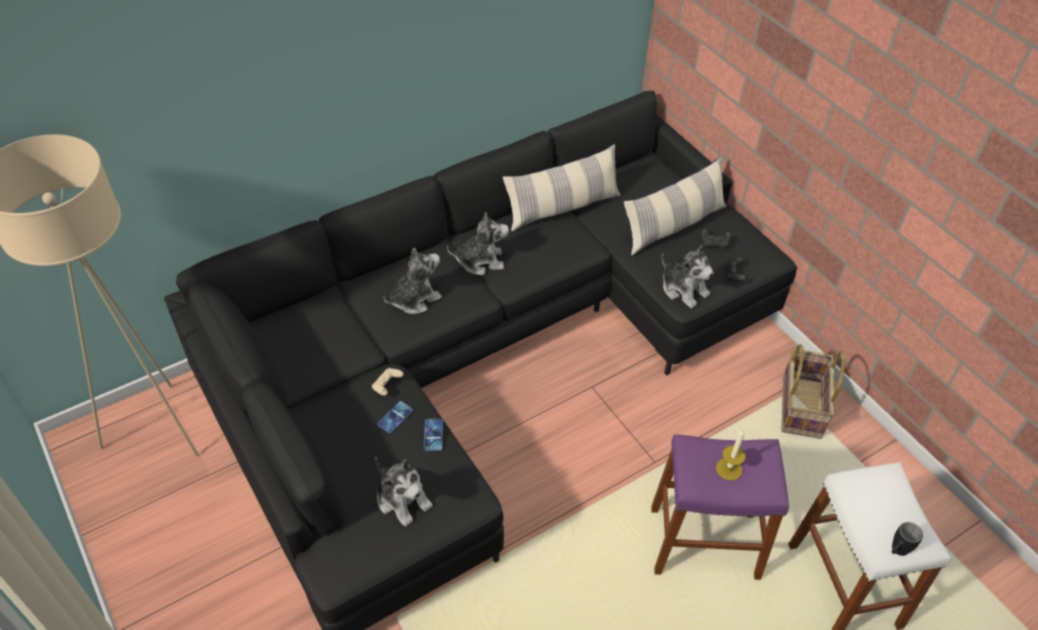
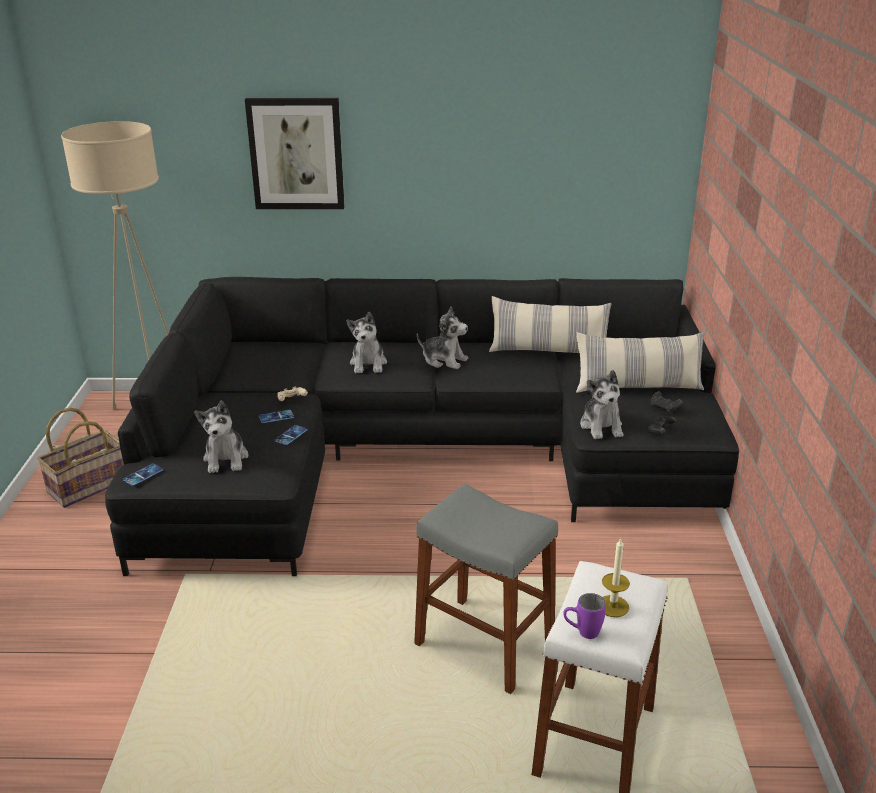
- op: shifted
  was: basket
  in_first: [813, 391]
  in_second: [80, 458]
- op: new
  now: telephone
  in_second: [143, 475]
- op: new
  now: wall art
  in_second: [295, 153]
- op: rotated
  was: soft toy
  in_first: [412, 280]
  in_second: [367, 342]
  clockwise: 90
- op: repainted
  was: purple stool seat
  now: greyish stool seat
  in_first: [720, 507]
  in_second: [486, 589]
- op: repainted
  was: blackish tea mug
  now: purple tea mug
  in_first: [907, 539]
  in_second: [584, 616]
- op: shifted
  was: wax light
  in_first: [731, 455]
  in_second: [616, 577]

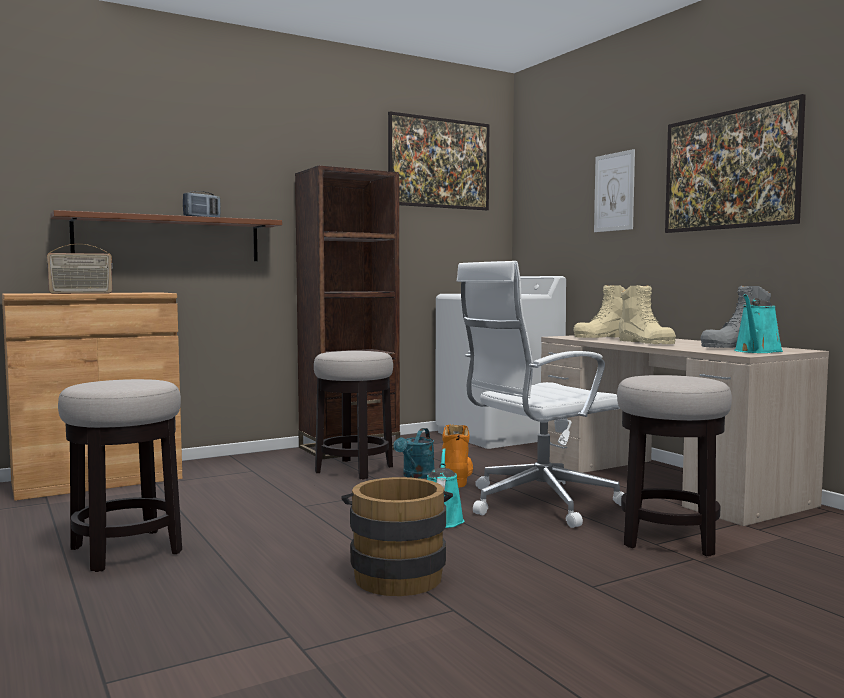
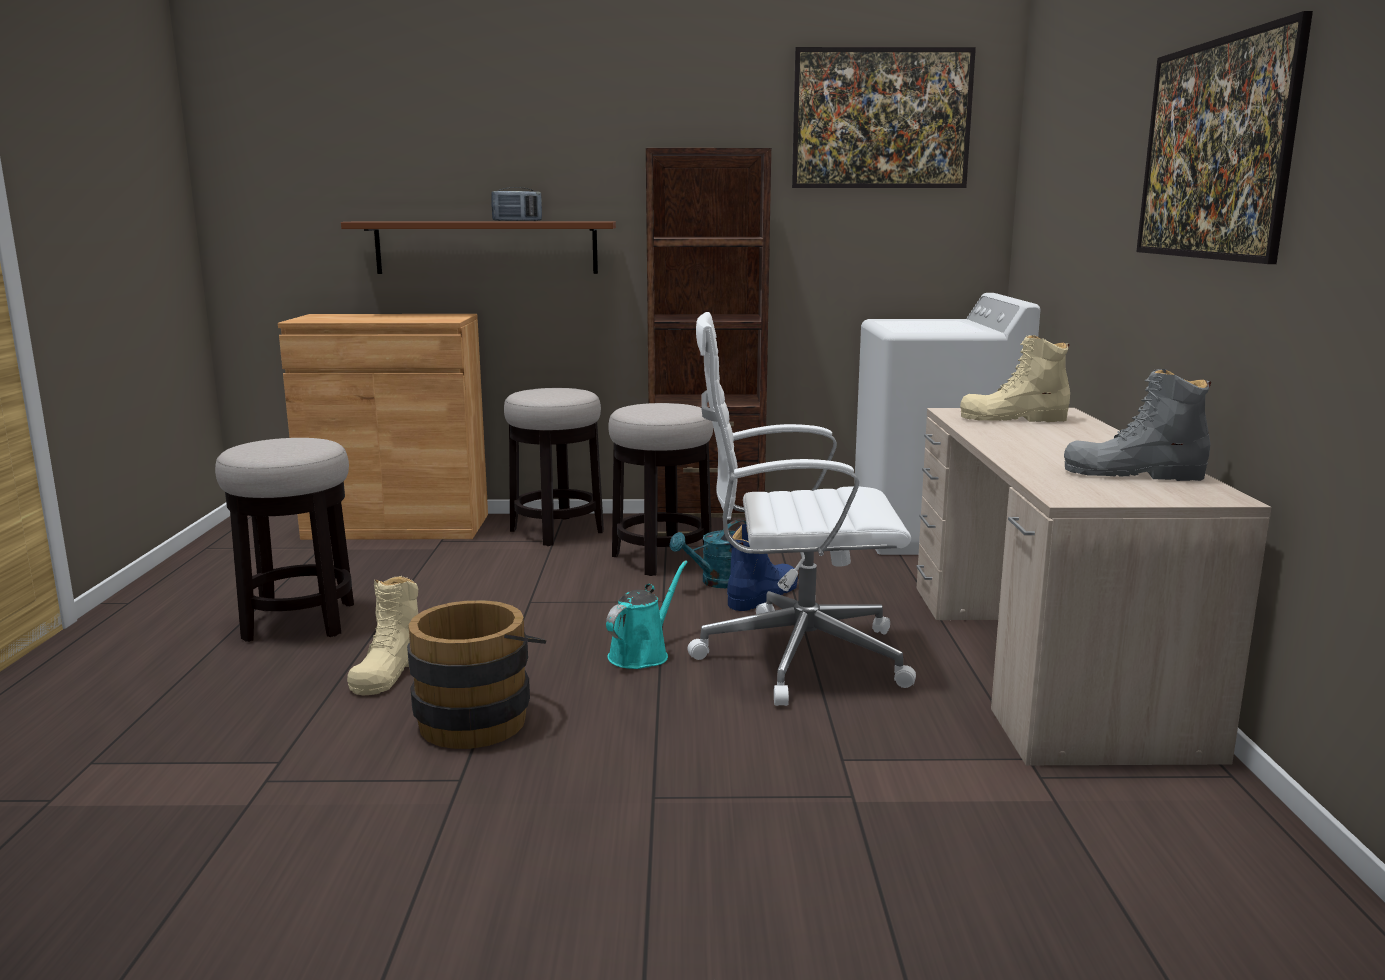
- op: shifted
  was: beige-coloured boot
  in_first: [647, 314]
  in_second: [382, 635]
- op: shifted
  was: stool seat
  in_first: [674, 465]
  in_second: [554, 467]
- op: repainted
  was: orangey boot
  now: blue-coloured boot
  in_first: [457, 456]
  in_second: [762, 567]
- op: gone
  was: radio set
  in_first: [80, 269]
- op: gone
  was: wall art
  in_first: [614, 190]
- op: gone
  was: turquoise watering pot
  in_first: [758, 323]

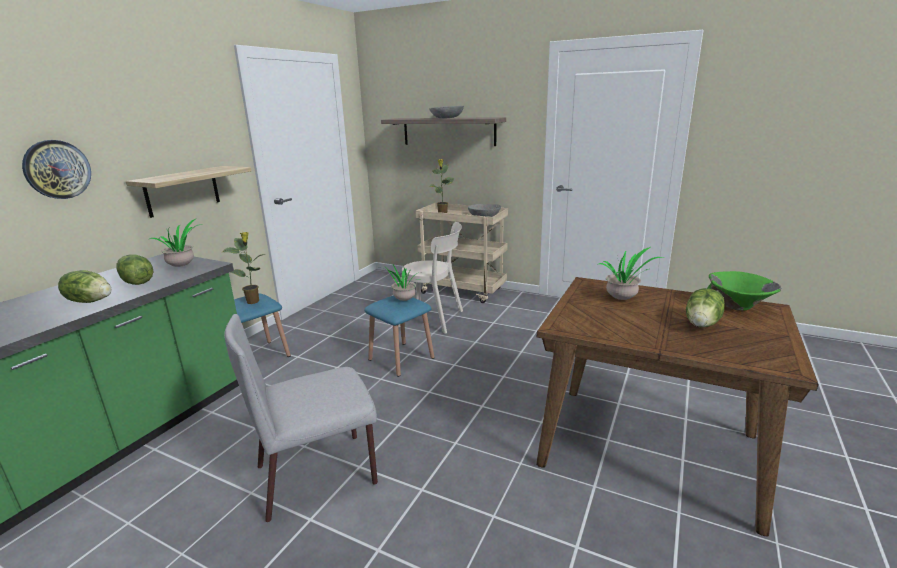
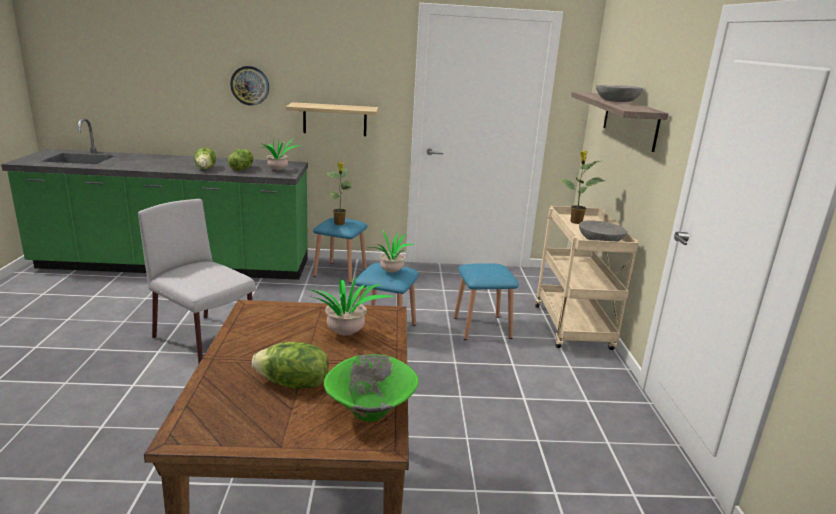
- op: swapped
  was: beige-coloured upright chair
  now: blue-coloured stool seat
  in_first: [430, 278]
  in_second: [486, 301]

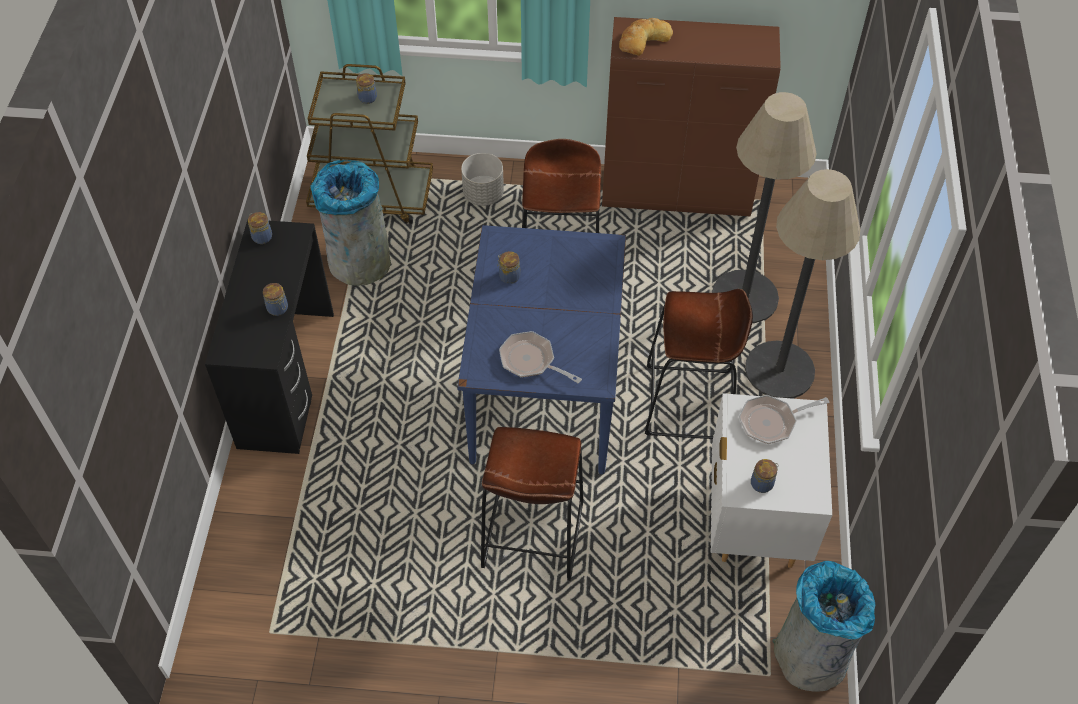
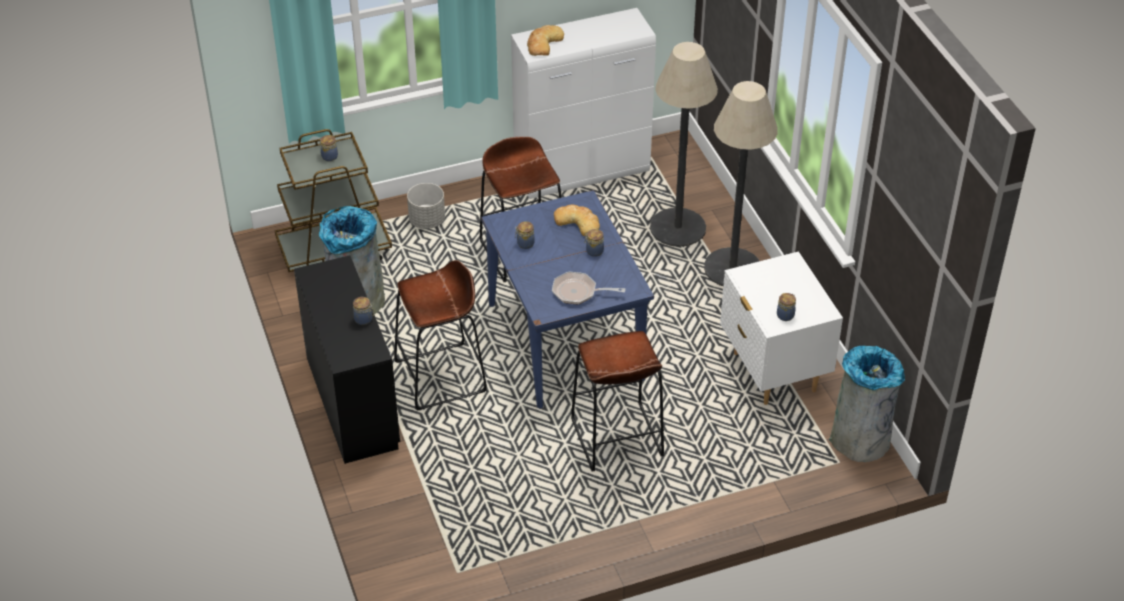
- op: shifted
  was: brown-coloured stool seat
  in_first: [699, 364]
  in_second: [440, 335]
- op: repainted
  was: brown-coloured cabinet
  now: white-coloured cabinet
  in_first: [691, 116]
  in_second: [583, 103]
- op: new
  now: bakery bread
  in_second: [577, 220]
- op: shifted
  was: storage jar
  in_first: [260, 228]
  in_second: [594, 243]
- op: gone
  was: skillet
  in_first: [784, 419]

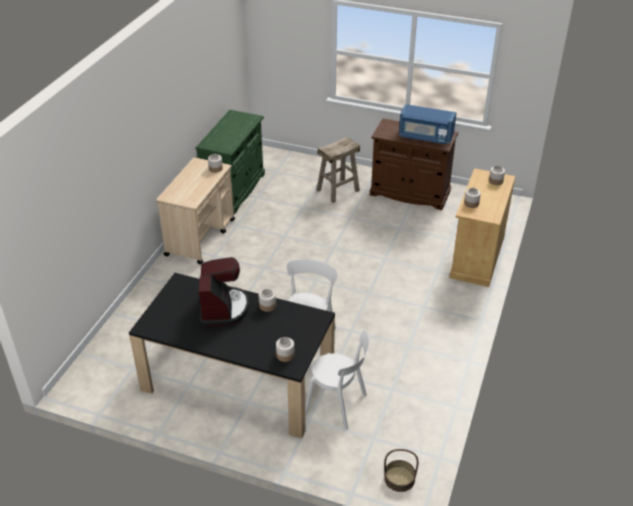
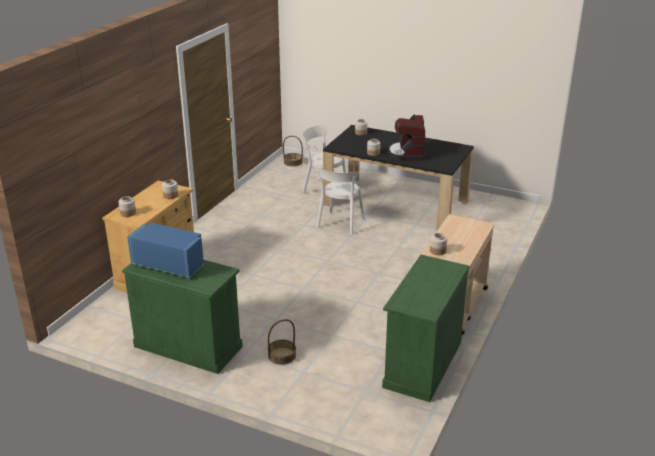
- op: repainted
  was: brown-coloured cabinet
  now: green cabinet
  in_first: [414, 164]
  in_second: [182, 317]
- op: swapped
  was: beige-coloured stool seat
  now: basket
  in_first: [338, 169]
  in_second: [282, 342]

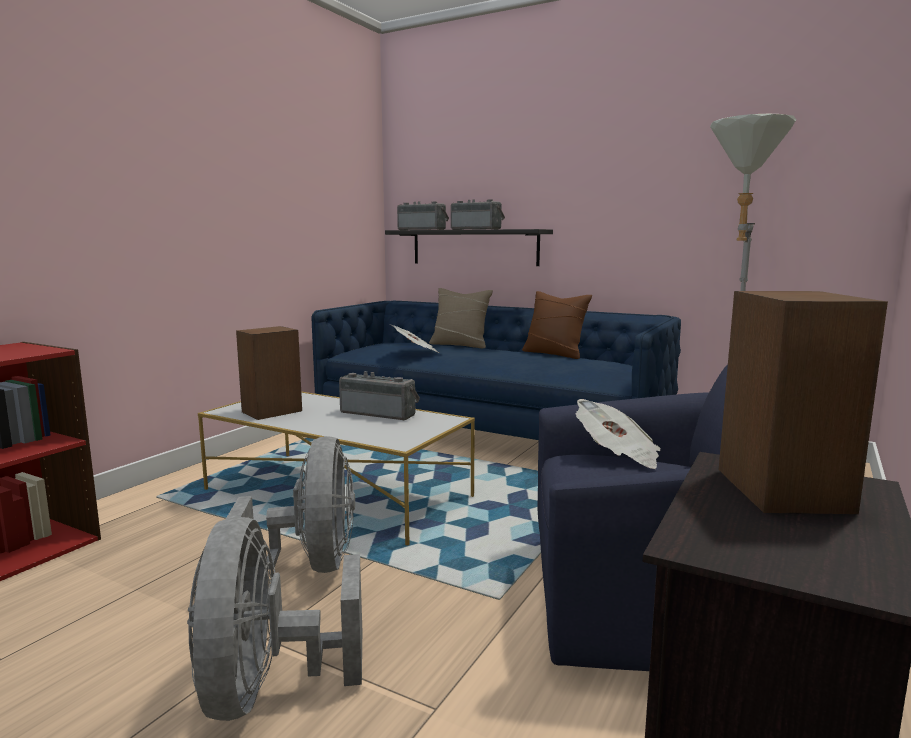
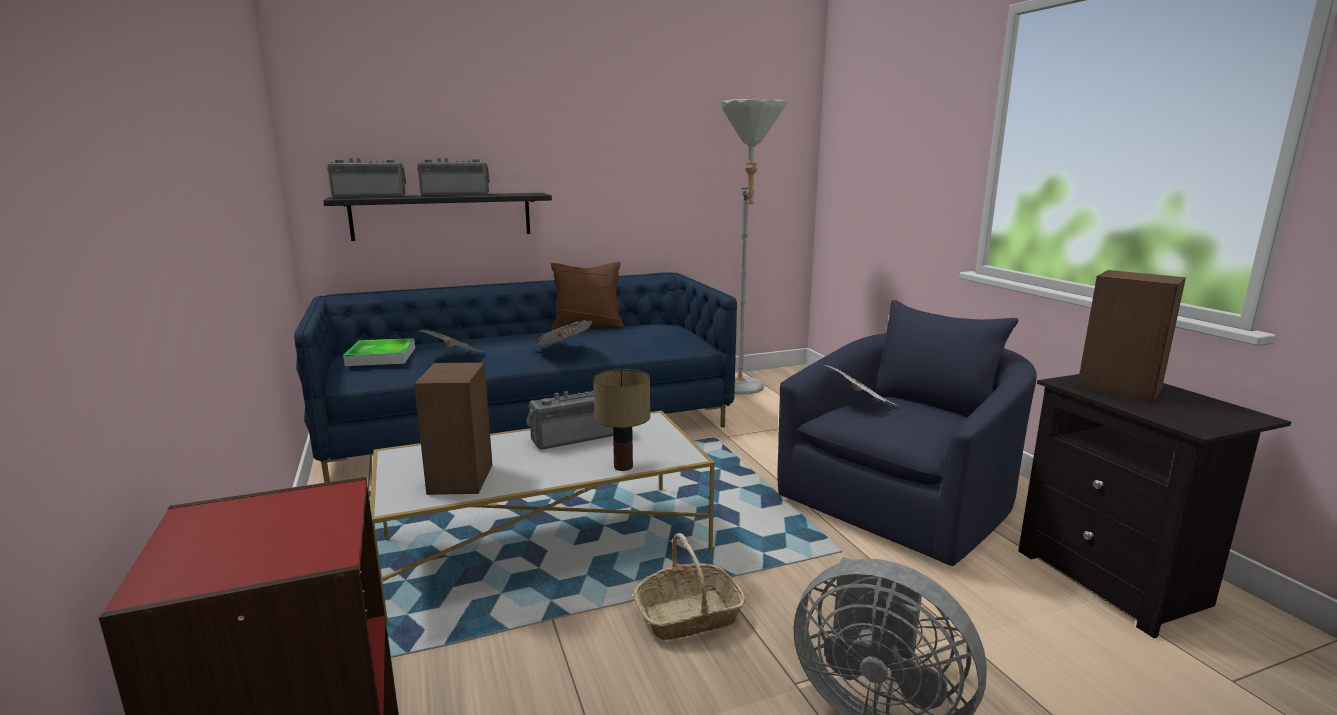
- op: new
  now: carrying tray
  in_second: [379, 352]
- op: new
  now: newspaper
  in_second: [563, 332]
- op: new
  now: lamp for a table
  in_second: [621, 420]
- op: swapped
  was: greyish cooling fan
  now: basket
  in_first: [290, 504]
  in_second: [689, 586]
- op: gone
  was: beige-coloured pillow
  in_first: [461, 318]

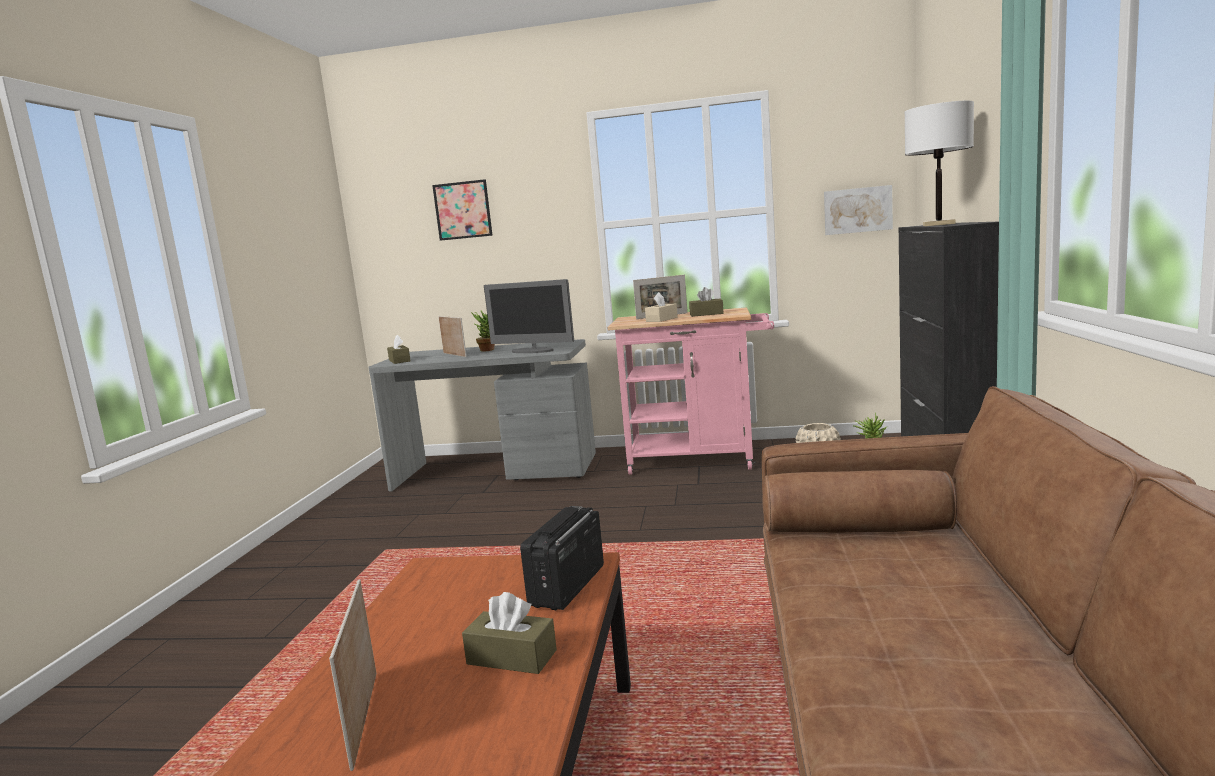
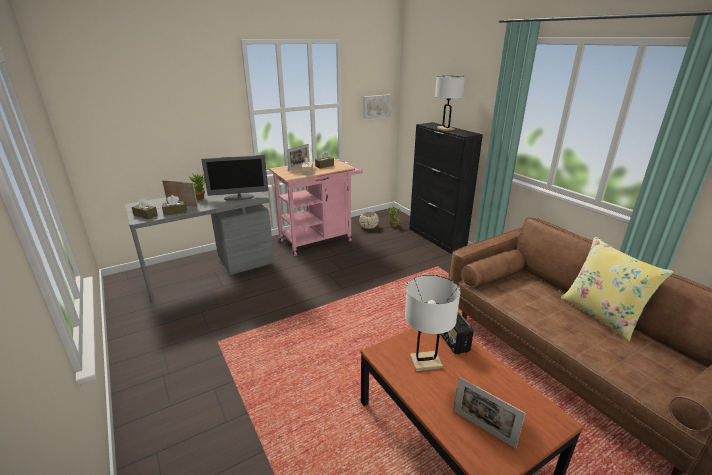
- op: shifted
  was: brown-coloured box of tissues
  in_first: [509, 633]
  in_second: [174, 205]
- op: new
  now: white-coloured lamp for a table
  in_second: [432, 323]
- op: new
  now: yellowish pillow
  in_second: [617, 289]
- op: gone
  was: wall art
  in_first: [462, 210]

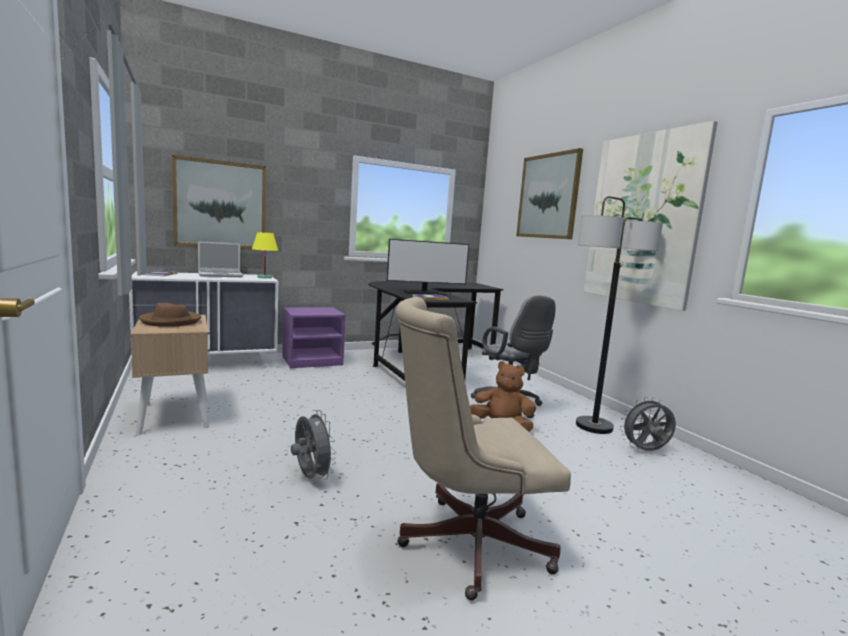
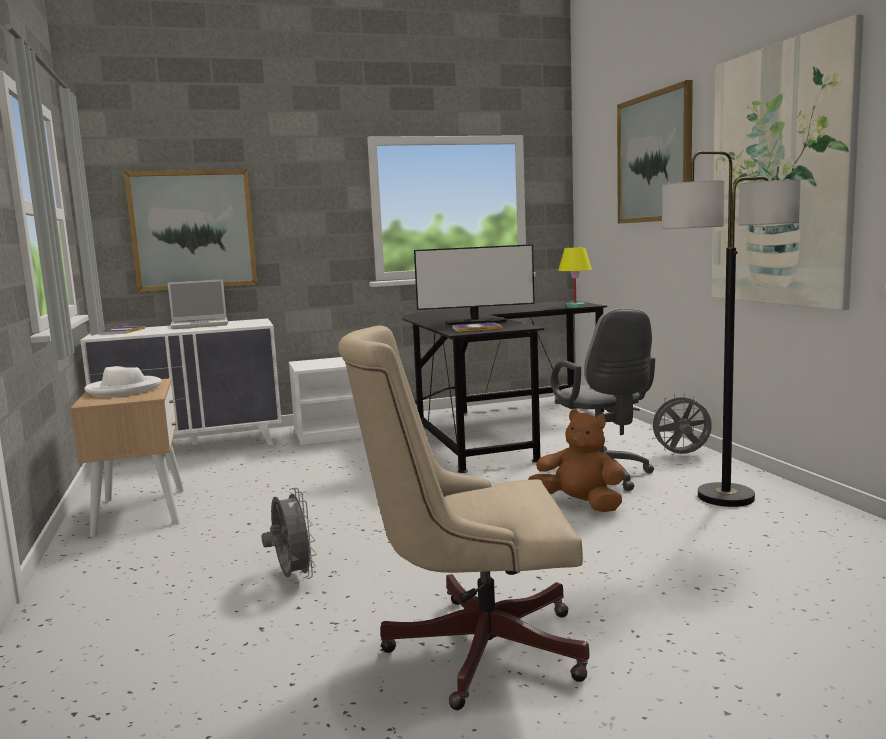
- op: repainted
  was: brown-coloured wearable hat
  now: white-coloured wearable hat
  in_first: [170, 315]
  in_second: [122, 381]
- op: repainted
  was: purple night table
  now: white-coloured night table
  in_first: [314, 337]
  in_second: [326, 401]
- op: shifted
  was: yellowish lamp for a table
  in_first: [265, 255]
  in_second: [575, 277]
- op: shifted
  was: greyish cooling fan
  in_first: [648, 424]
  in_second: [680, 423]

